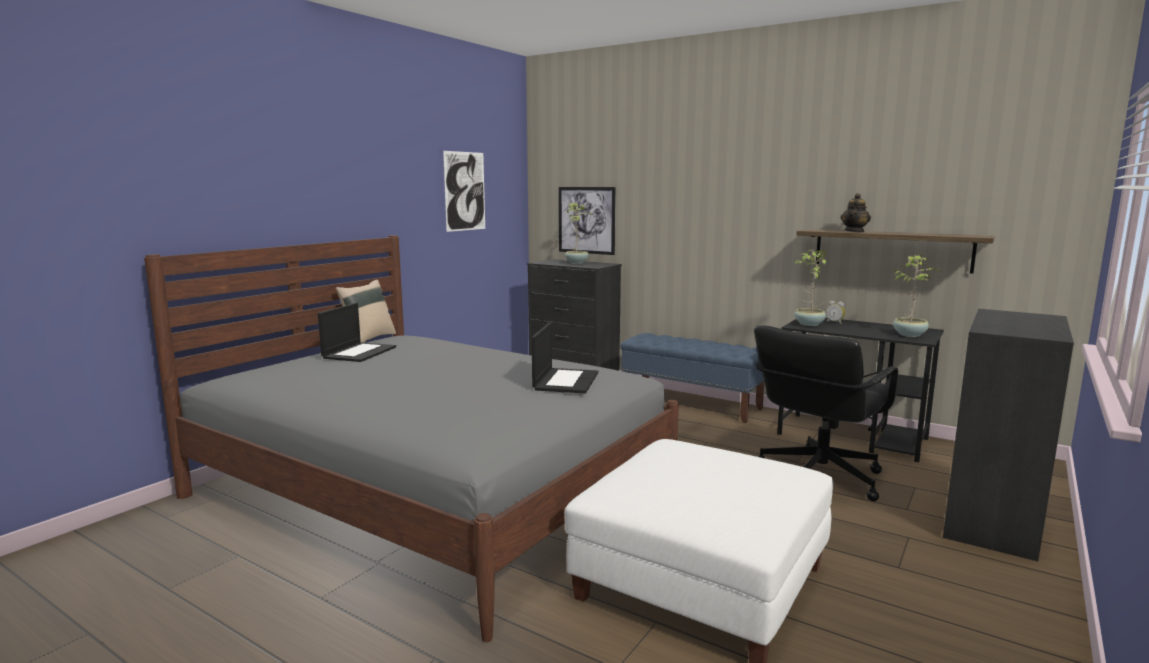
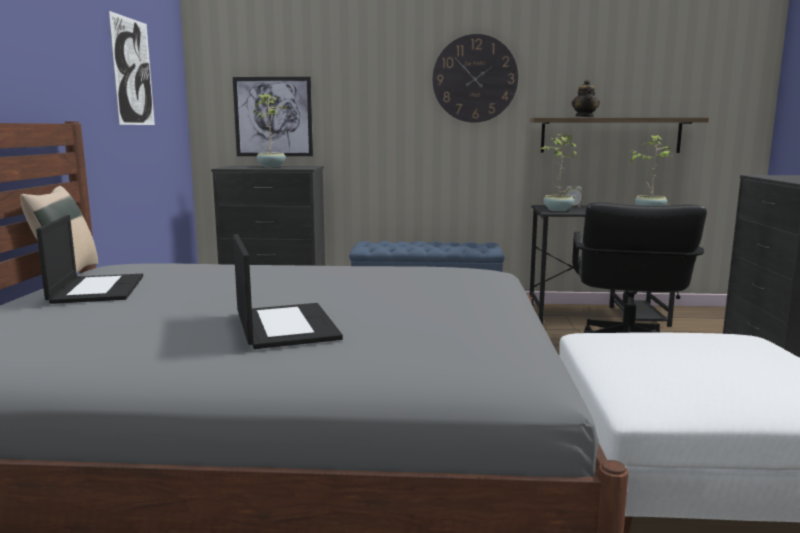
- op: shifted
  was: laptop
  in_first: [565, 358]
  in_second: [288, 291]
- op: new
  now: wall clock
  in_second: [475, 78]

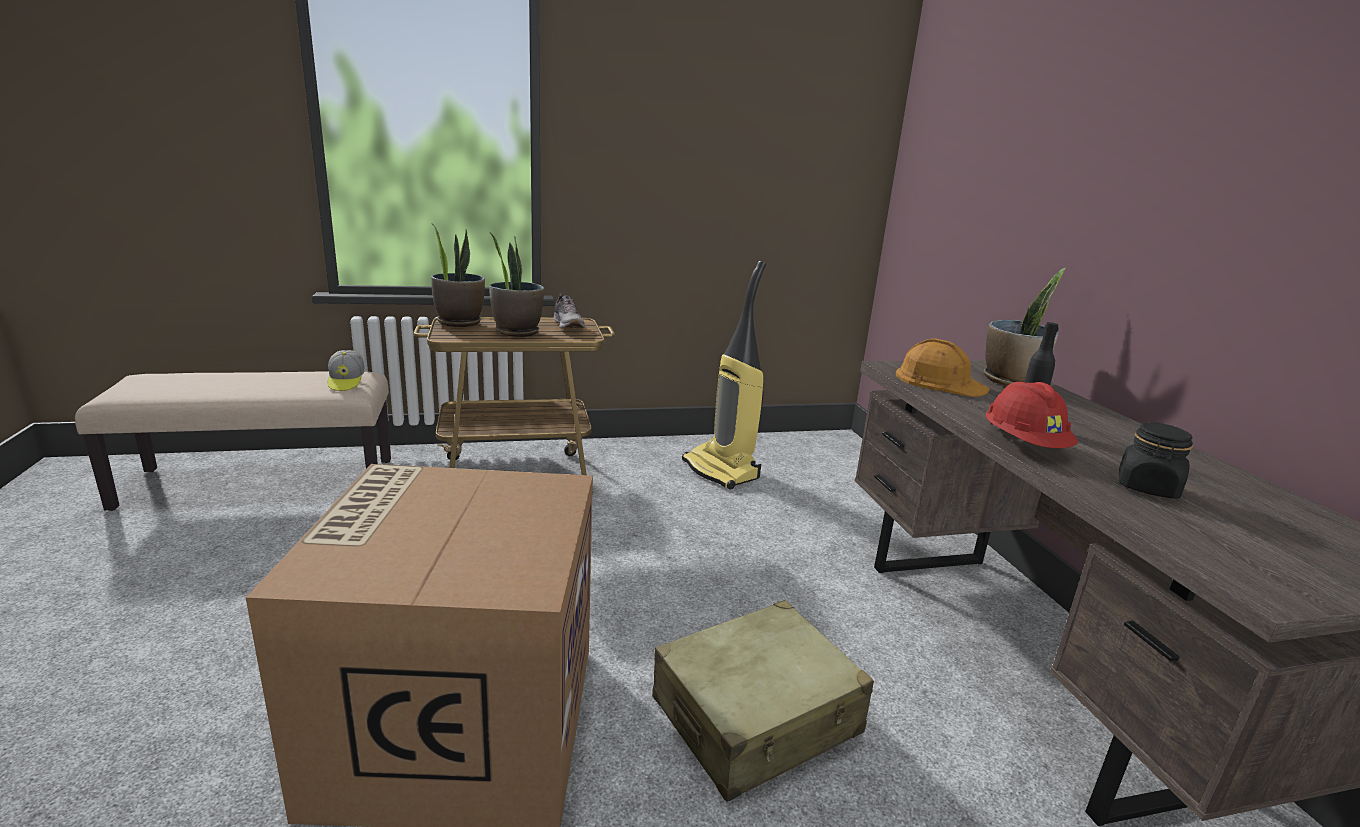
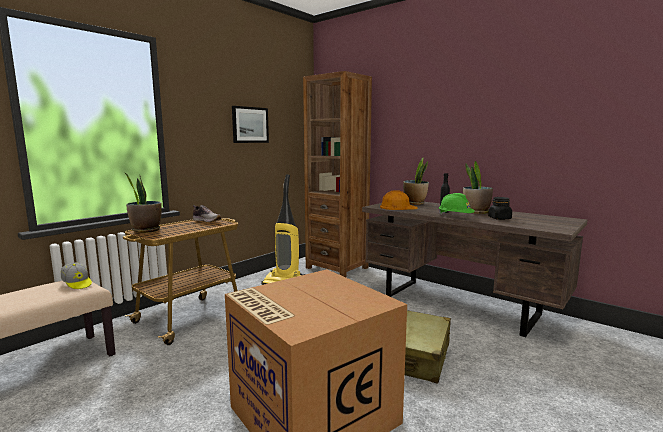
- op: new
  now: wall art
  in_second: [250, 124]
- op: new
  now: brown-coloured bookcase
  in_second: [337, 174]
- op: repainted
  was: red-coloured work helmet
  now: green work helmet
  in_first: [1032, 415]
  in_second: [457, 204]
- op: shifted
  was: plant in a pot
  in_first: [516, 284]
  in_second: [478, 187]

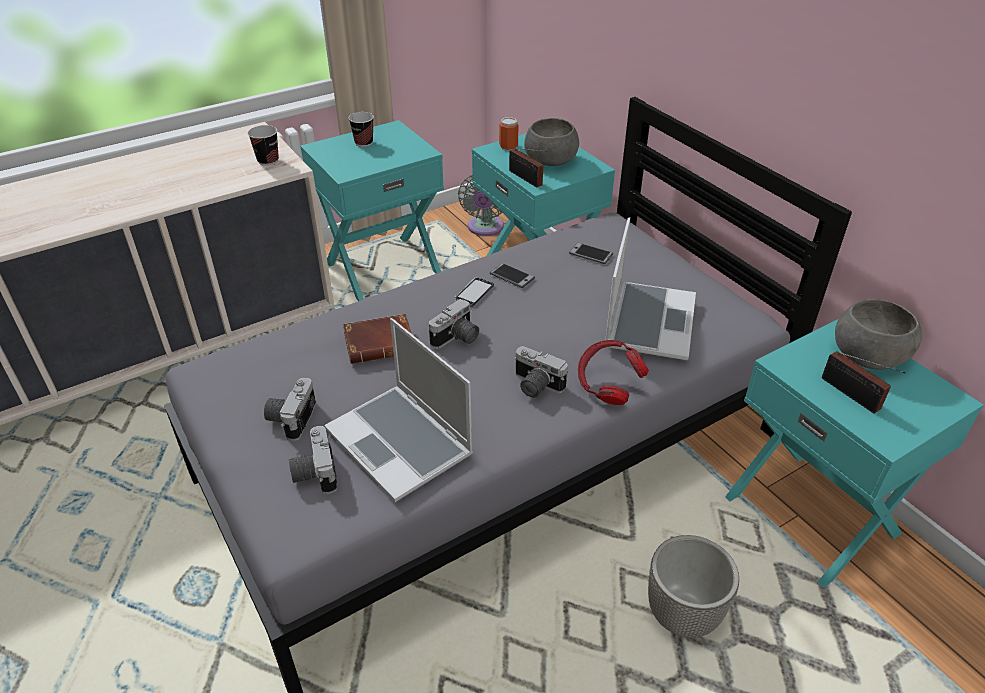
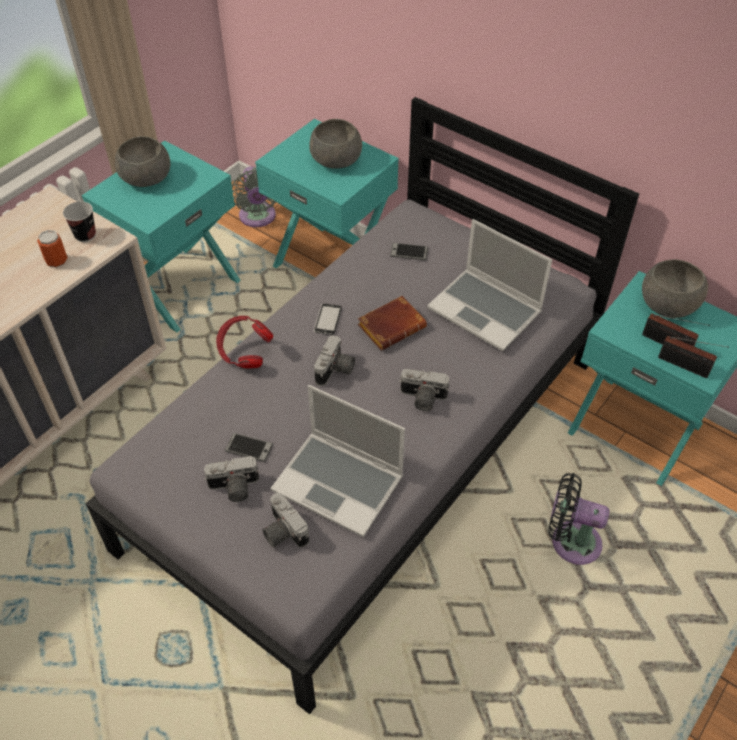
- op: shifted
  was: sealed can
  in_first: [509, 134]
  in_second: [52, 249]
- op: swapped
  was: small cup
  now: greyish serving bowl
  in_first: [361, 129]
  in_second: [142, 161]
- op: rotated
  was: photo camera
  in_first: [290, 409]
  in_second: [231, 479]
  clockwise: -90
- op: shifted
  was: red-coloured headphones
  in_first: [613, 372]
  in_second: [244, 342]
- op: shifted
  was: telephone
  in_first: [512, 275]
  in_second: [249, 447]
- op: shifted
  was: brown-coloured book
  in_first: [377, 339]
  in_second: [392, 323]
- op: rotated
  was: laptop
  in_first: [650, 289]
  in_second: [489, 285]
  clockwise: 135
- op: swapped
  was: planter
  now: blackish cooling fan
  in_first: [693, 586]
  in_second: [579, 519]
- op: shifted
  was: radio set
  in_first: [527, 167]
  in_second: [693, 357]

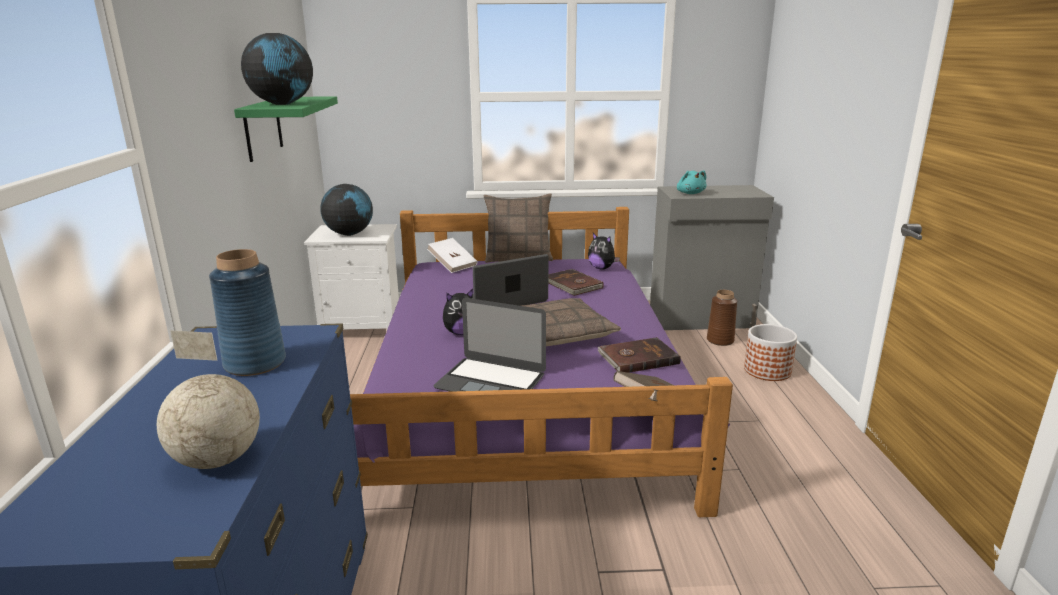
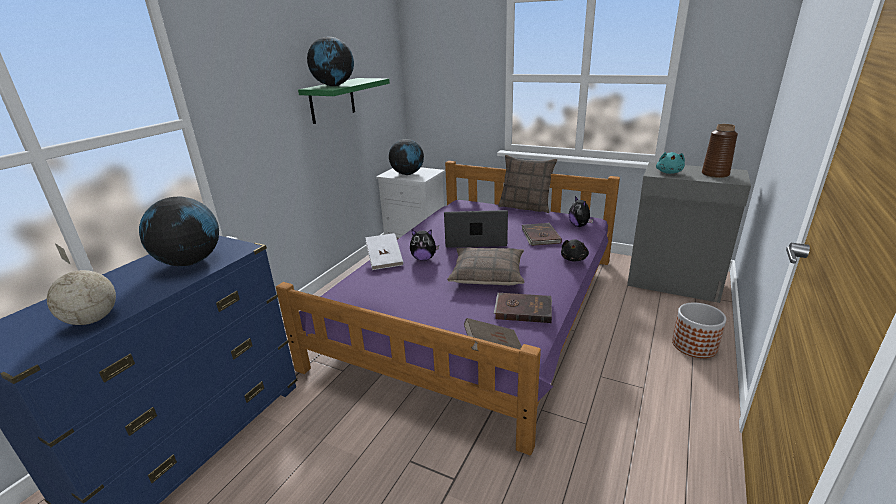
- op: swapped
  was: blue-coloured flower vase
  now: globe
  in_first: [247, 312]
  in_second: [179, 231]
- op: shifted
  was: white-coloured book
  in_first: [452, 255]
  in_second: [384, 251]
- op: new
  now: blackish soft toy
  in_second: [575, 250]
- op: shifted
  was: brown-coloured flower vase
  in_first: [722, 318]
  in_second: [720, 151]
- op: gone
  was: laptop
  in_first: [489, 345]

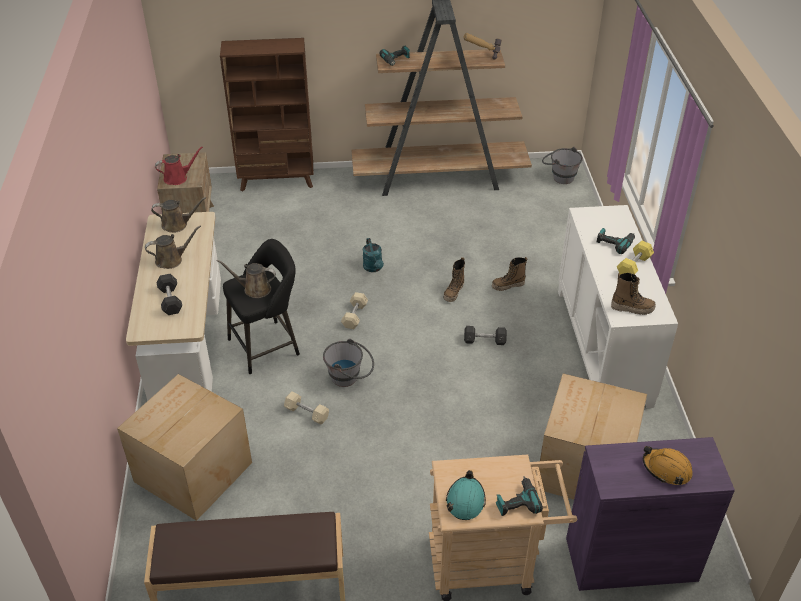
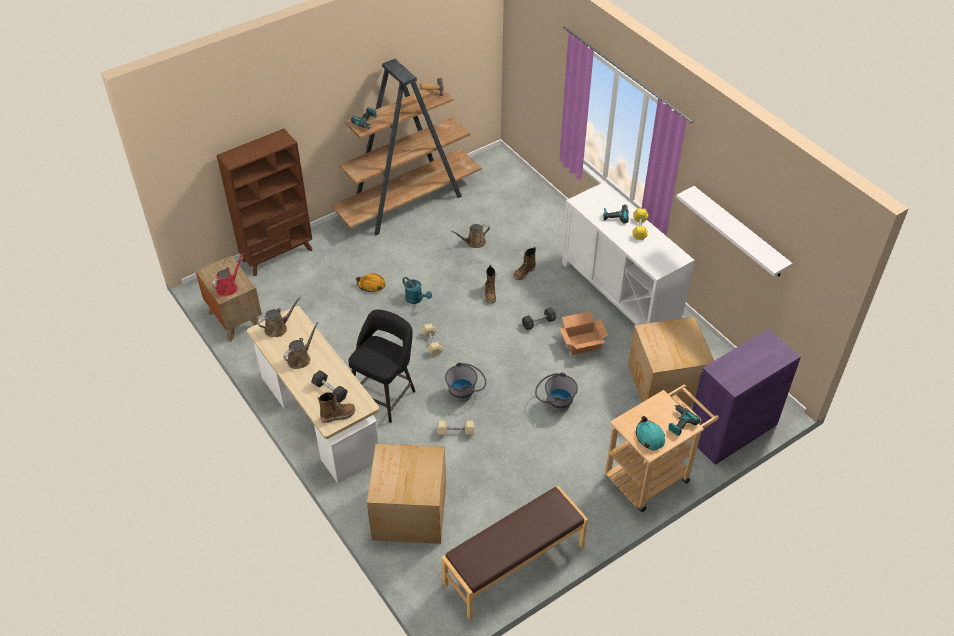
- op: shifted
  was: boot
  in_first: [633, 294]
  in_second: [336, 407]
- op: shifted
  was: orangey work helmet
  in_first: [668, 465]
  in_second: [371, 283]
- op: shifted
  was: brown-coloured watering pot
  in_first: [246, 278]
  in_second: [470, 236]
- op: shifted
  was: greyish pail
  in_first: [562, 165]
  in_second: [556, 392]
- op: new
  now: carton
  in_second: [583, 333]
- op: new
  now: white-coloured bracket shelf
  in_second: [734, 231]

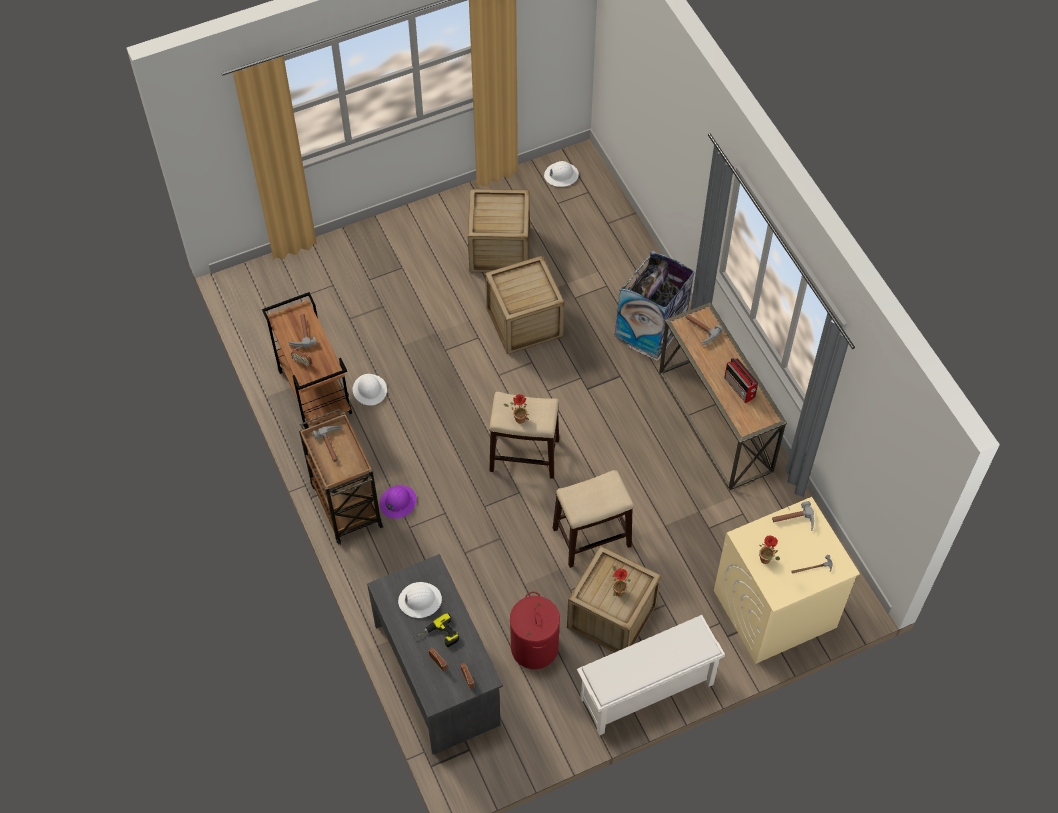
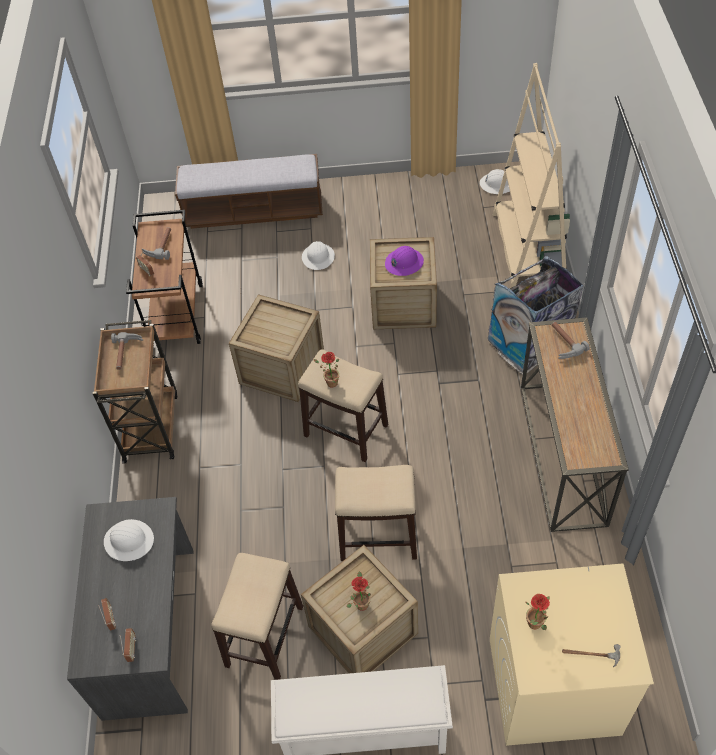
- op: new
  now: long seat
  in_second: [249, 191]
- op: swapped
  was: red-coloured washing basket
  now: stool seat
  in_first: [535, 630]
  in_second: [257, 616]
- op: shifted
  was: packing crate
  in_first: [499, 230]
  in_second: [276, 348]
- op: shifted
  was: white-coloured work helmet
  in_first: [370, 389]
  in_second: [318, 255]
- op: shifted
  was: purple work helmet
  in_first: [398, 501]
  in_second: [404, 261]
- op: new
  now: beige-coloured bookcase
  in_second: [531, 175]
- op: gone
  was: electric drill
  in_first: [436, 630]
- op: gone
  was: radio set
  in_first: [741, 380]
- op: gone
  was: hand hammer
  in_first: [793, 516]

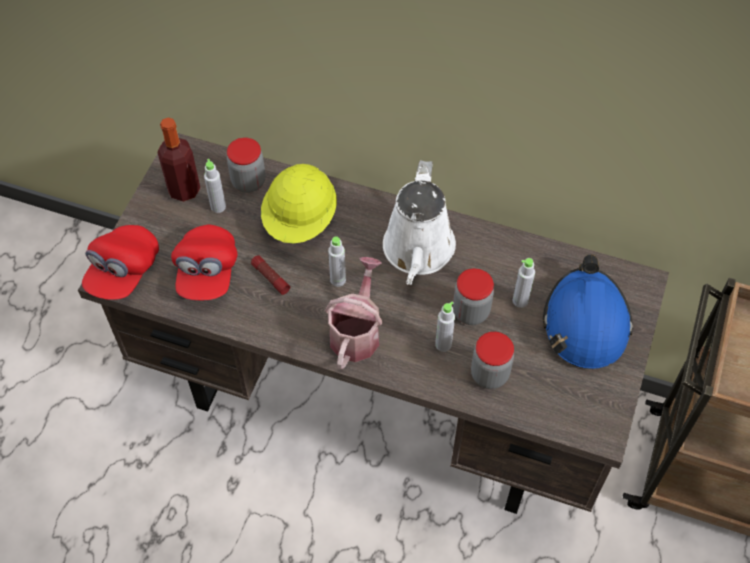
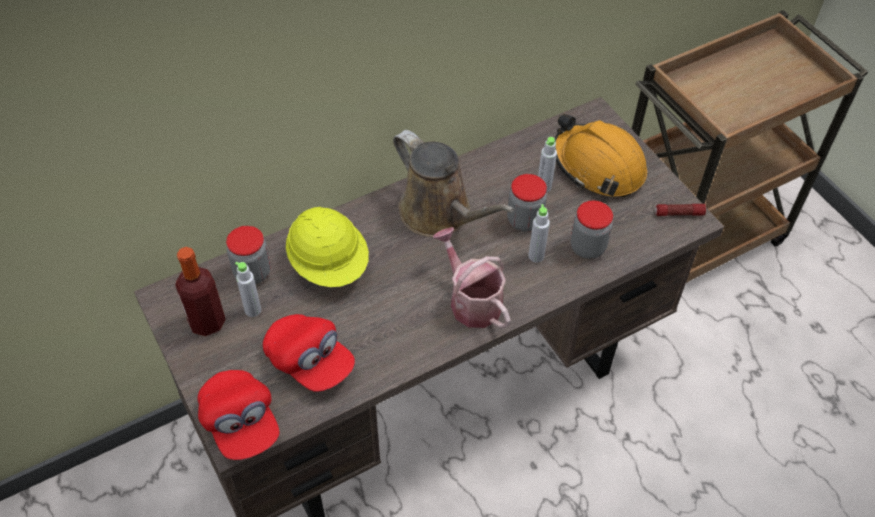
- op: repainted
  was: white-coloured watering pot
  now: brown-coloured watering pot
  in_first: [419, 222]
  in_second: [453, 183]
- op: repainted
  was: blue-coloured work helmet
  now: orangey work helmet
  in_first: [588, 311]
  in_second: [601, 155]
- op: shifted
  was: torch
  in_first: [270, 275]
  in_second: [680, 210]
- op: gone
  was: greyish bottle
  in_first: [337, 261]

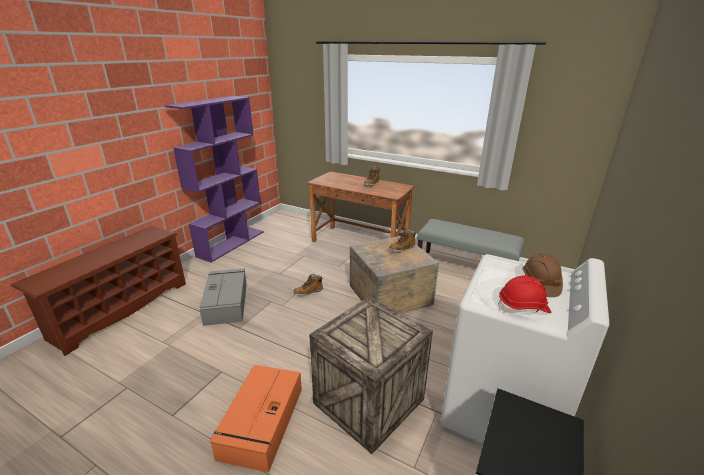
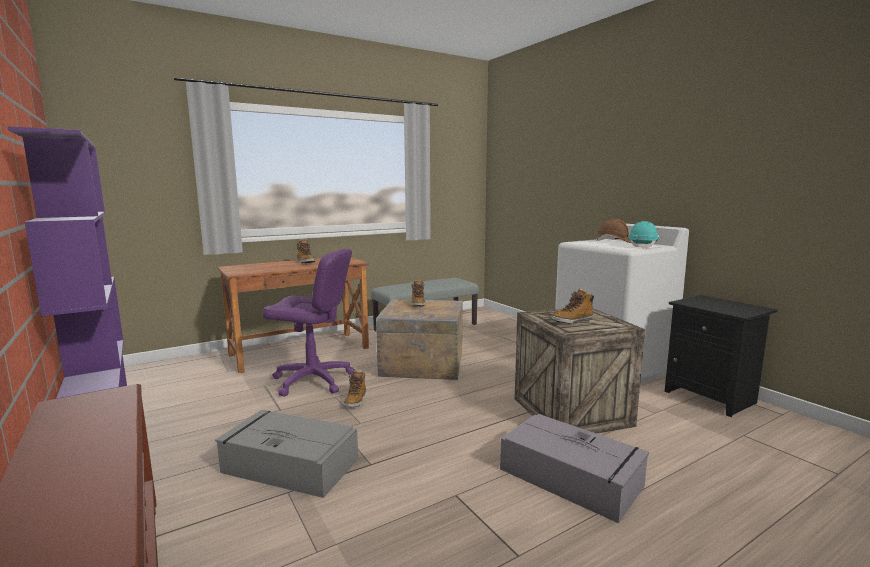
- op: new
  now: purple computer chair
  in_second: [309, 323]
- op: repainted
  was: orangey storage container
  now: greyish storage container
  in_first: [255, 418]
  in_second: [574, 468]
- op: new
  now: boot
  in_second: [572, 306]
- op: repainted
  was: red-coloured work helmet
  now: turquoise work helmet
  in_first: [525, 294]
  in_second: [643, 235]

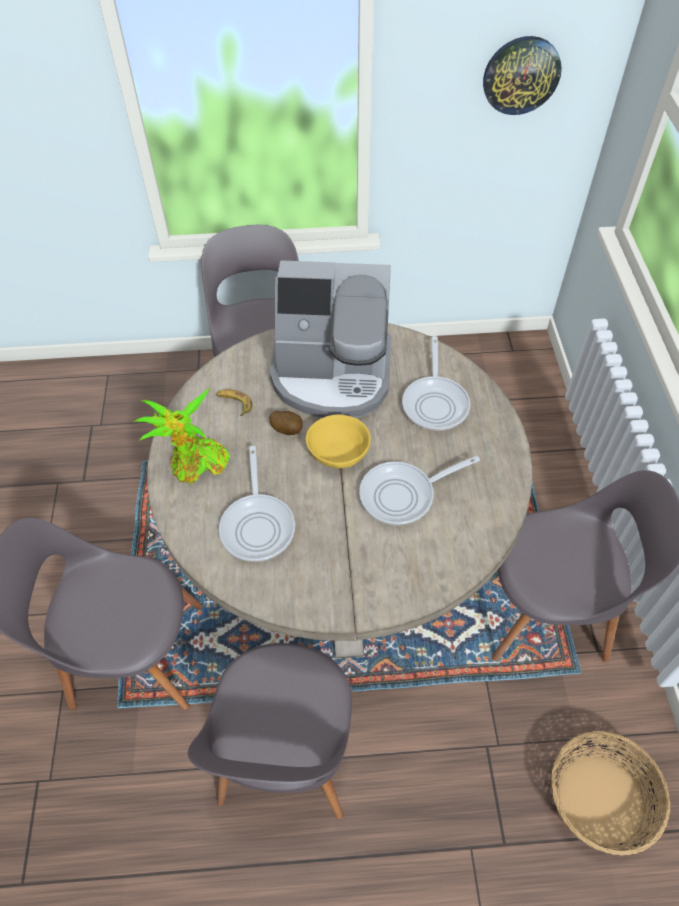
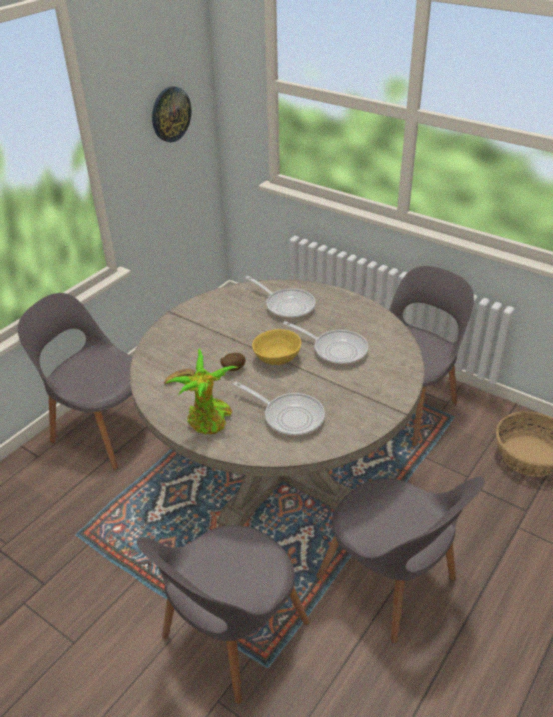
- op: rotated
  was: skillet
  in_first: [419, 490]
  in_second: [325, 343]
  clockwise: -75
- op: gone
  was: coffee maker
  in_first: [330, 339]

